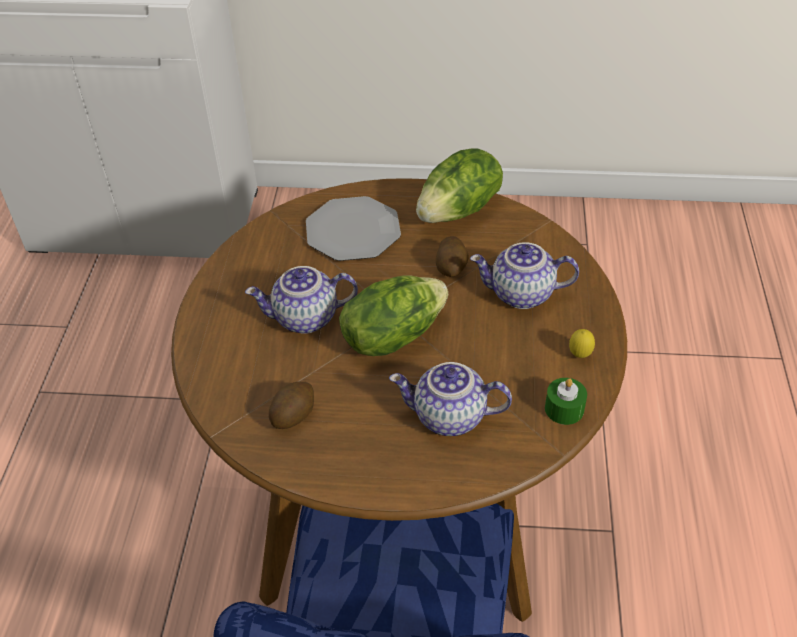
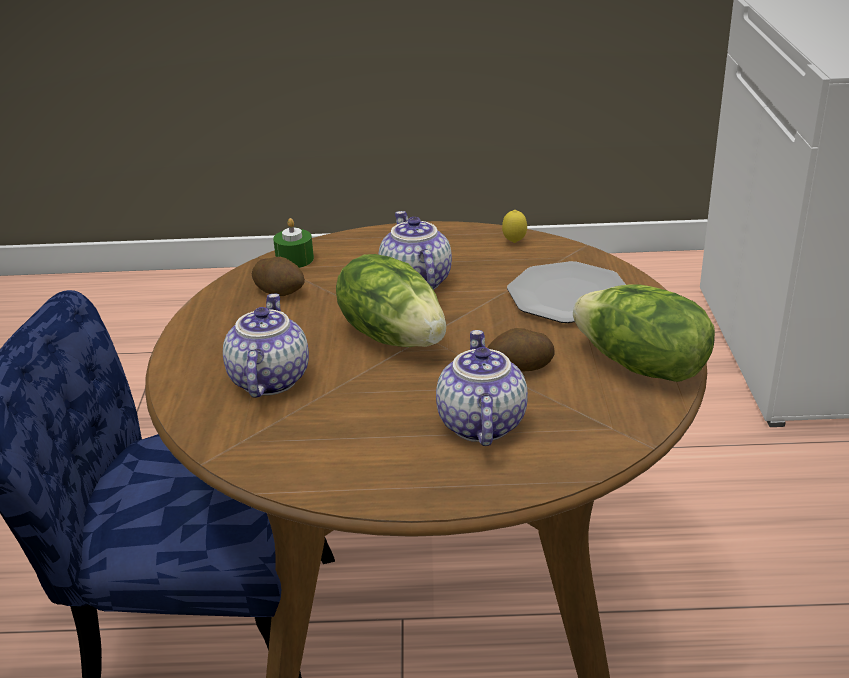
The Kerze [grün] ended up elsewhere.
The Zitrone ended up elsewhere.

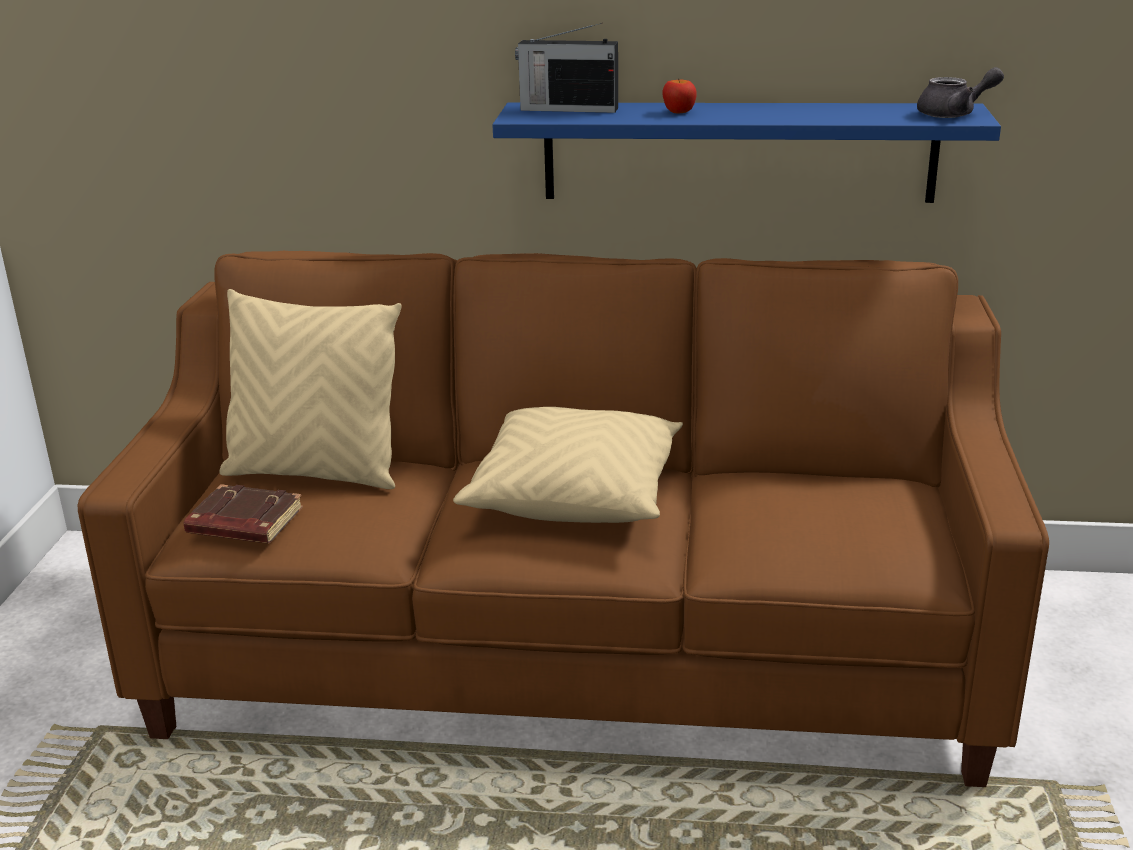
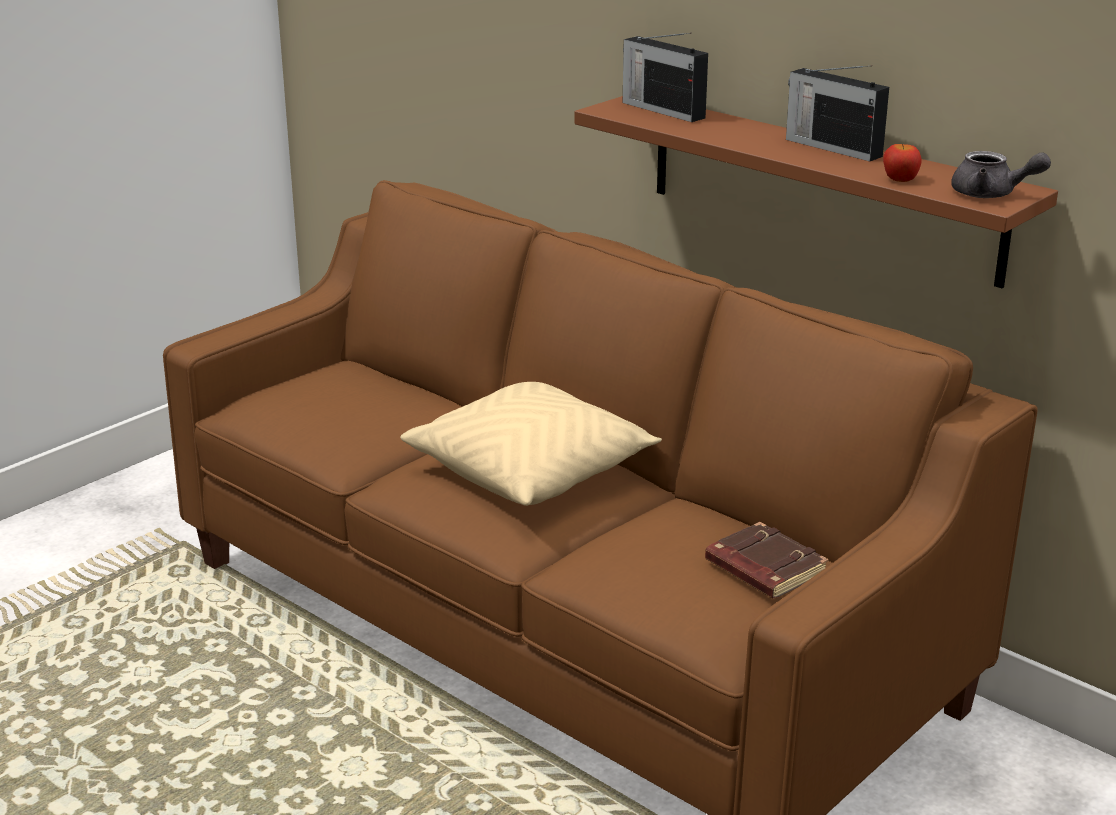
The Buch [braun] ended up elsewhere.
The second view lost the Kissen [beige] (no. 1 from left).
What was the Wandregal [blau] turned into the Wandregal [braun].
The Apfel ended up elsewhere.
The second view gained the Radio (no. 2 from left).

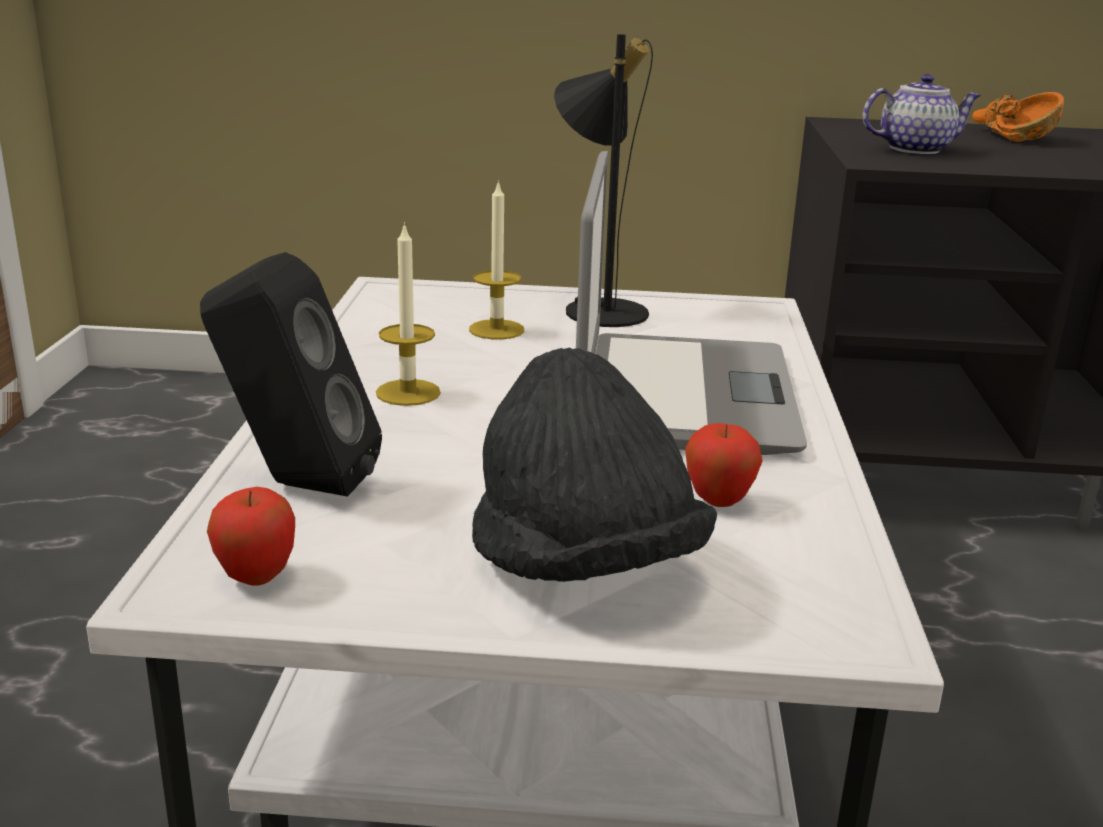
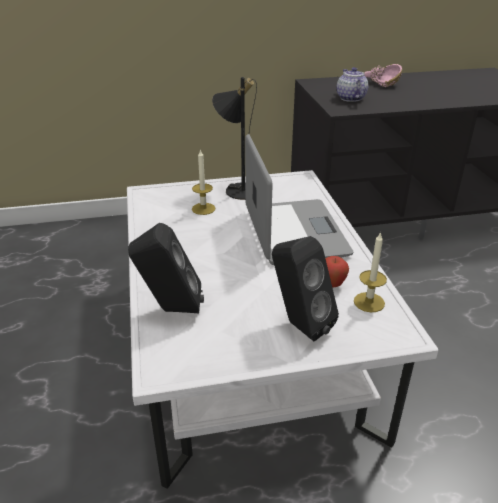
The second view lost the Apfel (no. 1 from left).
The Kerze (no. 1 from left in the first image) ended up elsewhere.
Where the Hut [schwarz] stood, the Lautsprecher [schwarz] (no. 2 from left) came to stand.
The Teekanne ended up facing another way, 75 degrees counterclockwise from before.
What was the Schüssel [orange] turned into the Schüssel [rosa].

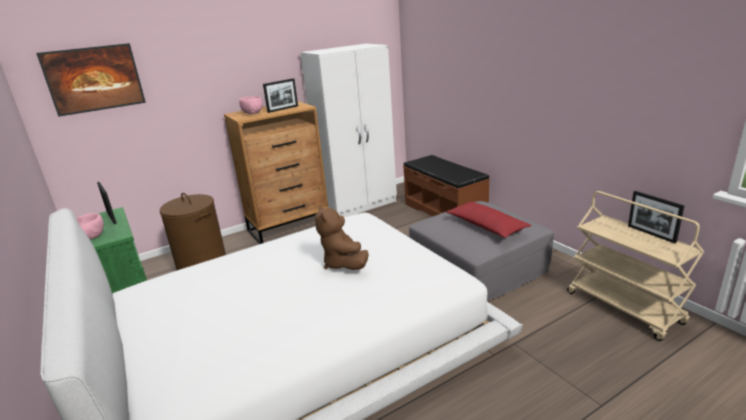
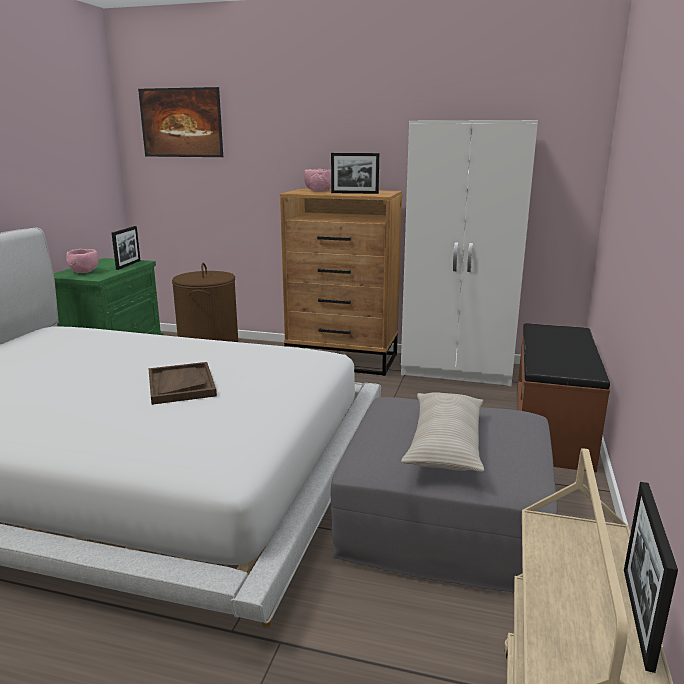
Where the Plüschtier [braun] stood, the Tablett [braun] came to stand.
What was the Kissen [rot] turned into the Kissen [beige].

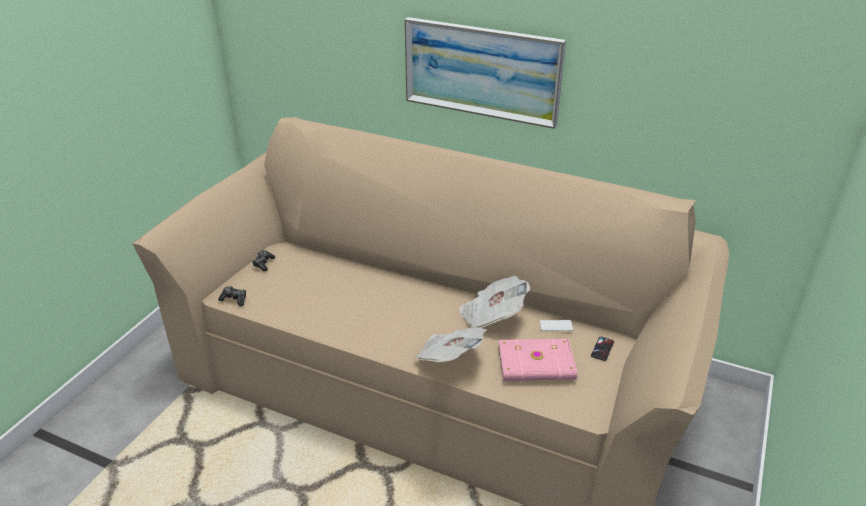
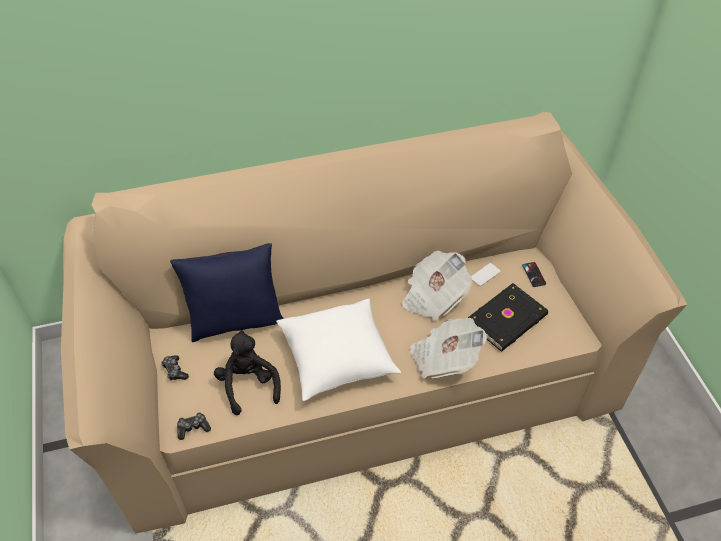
The second view lost the Bild.
What was the Buch [rosa] turned into the Buch [schwarz].
The second view gained the Kissen [blau].
The second view gained the Plüschtier [schwarz].
The second view gained the Kissen [weiß].

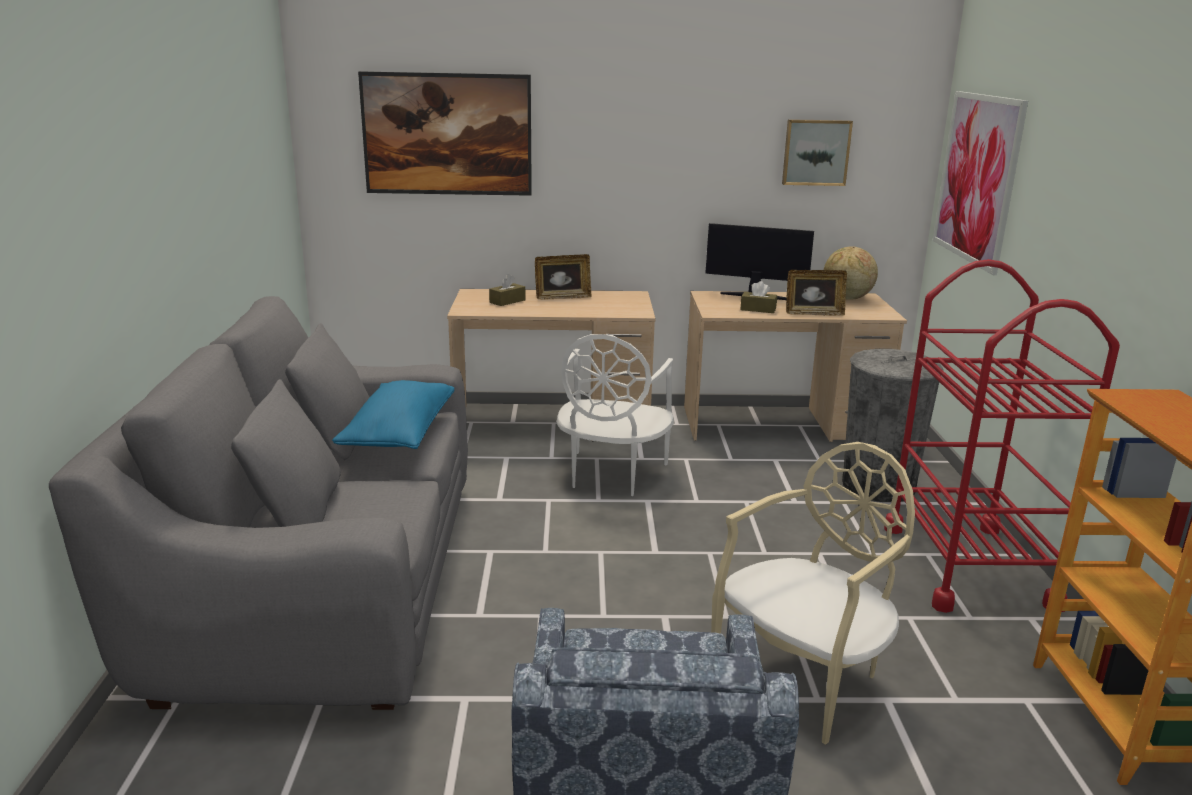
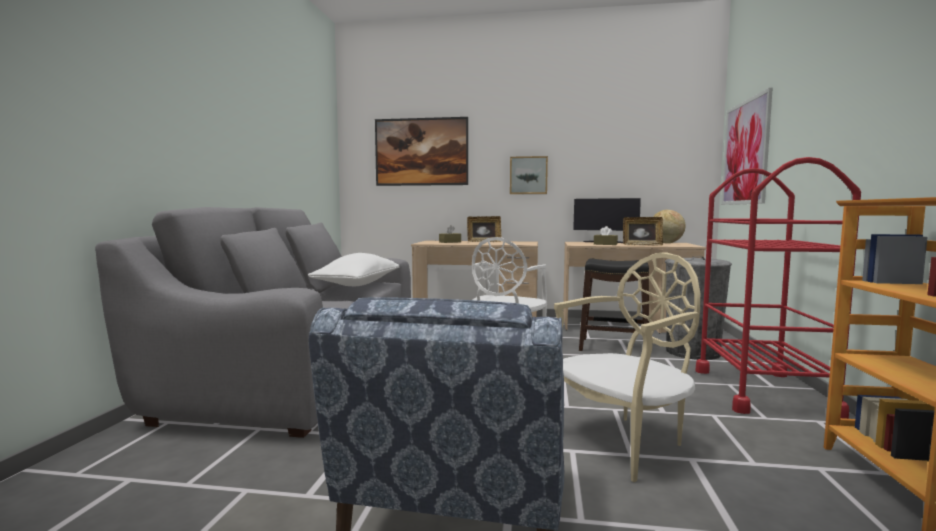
What was the Kissen [blau] turned into the Kissen [weiß].
The Bild (no. 2 from left) ended up elsewhere.
The second view gained the Hocker [schwarz].

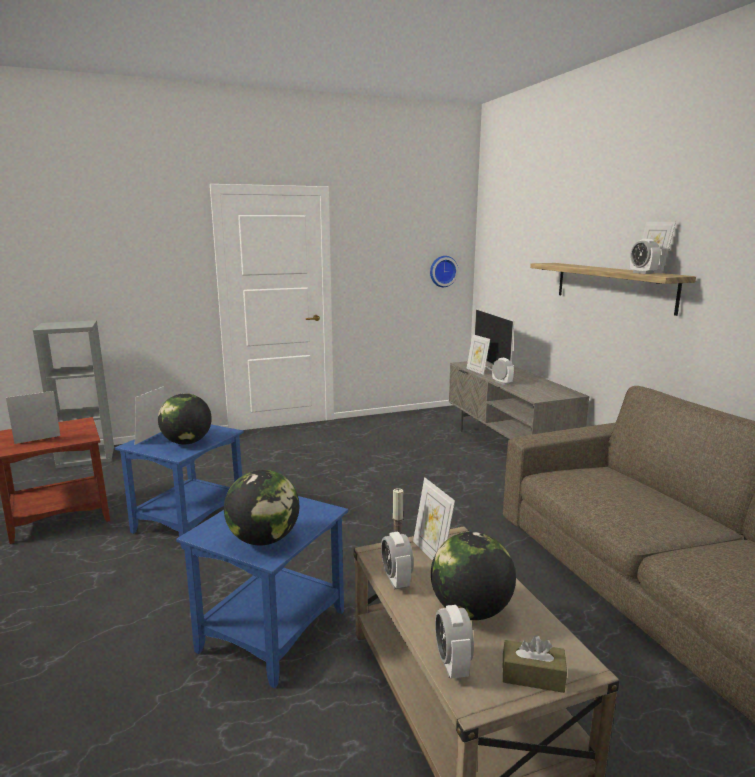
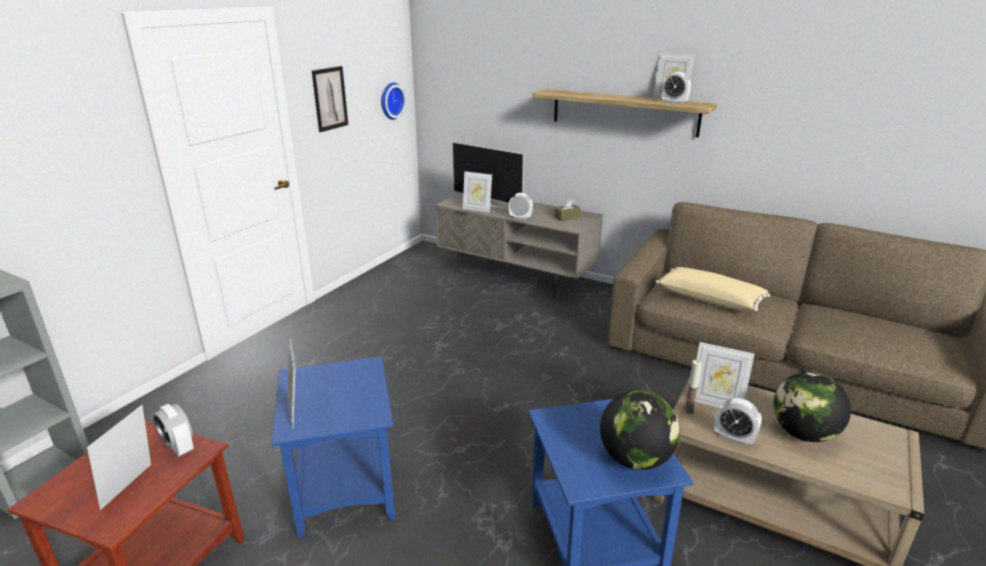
The second view lost the Globus (no. 1 from left).
The Wecker (no. 2 from left in the first image) ended up elsewhere.
The Taschentuchbox [braun] ended up elsewhere.
The second view gained the Bild.
The second view gained the Kissen [beige].

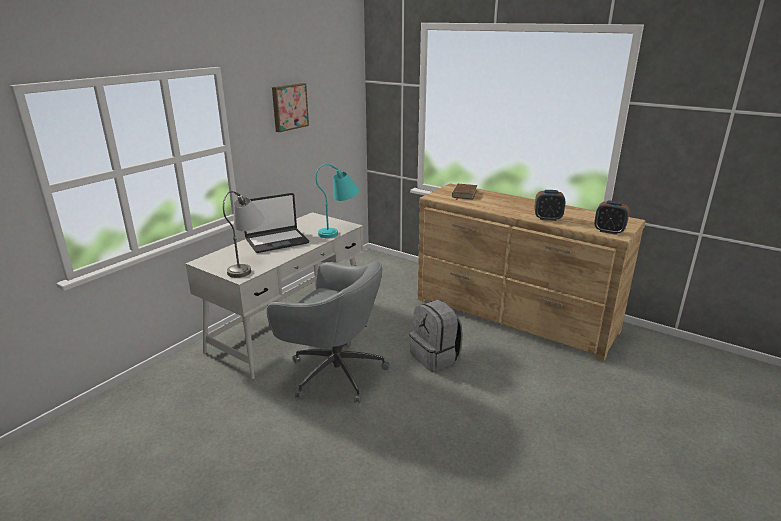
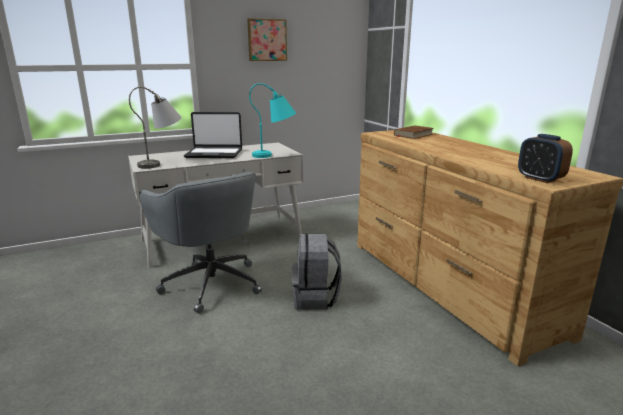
The second view lost the Wecker (no. 1 from left).

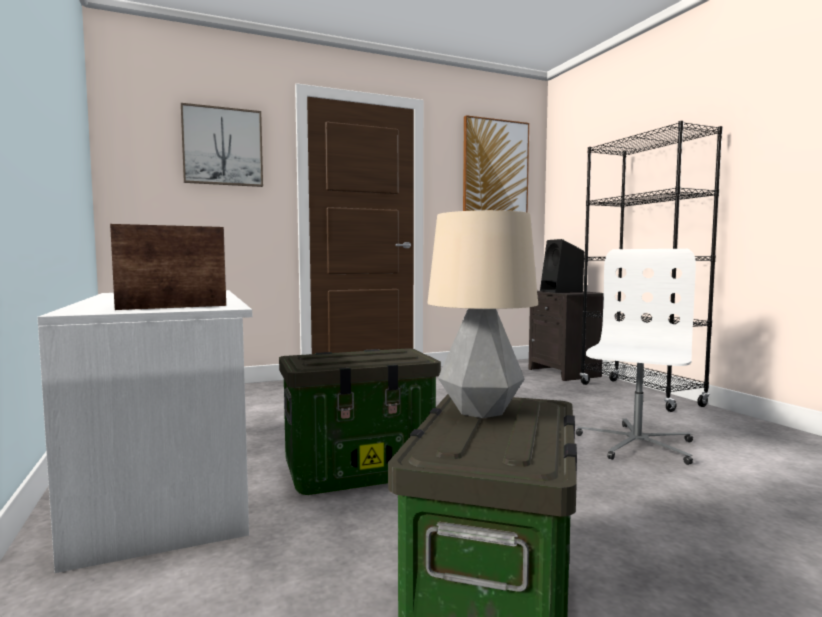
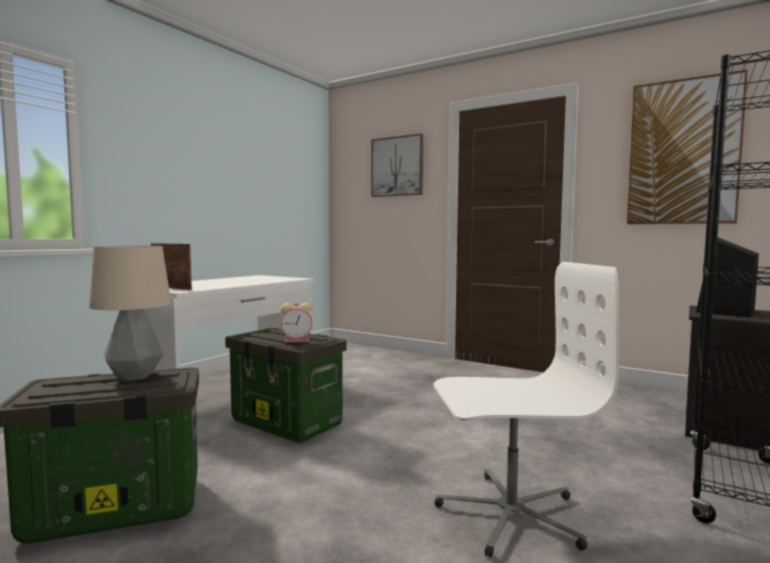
The second view gained the Wecker.

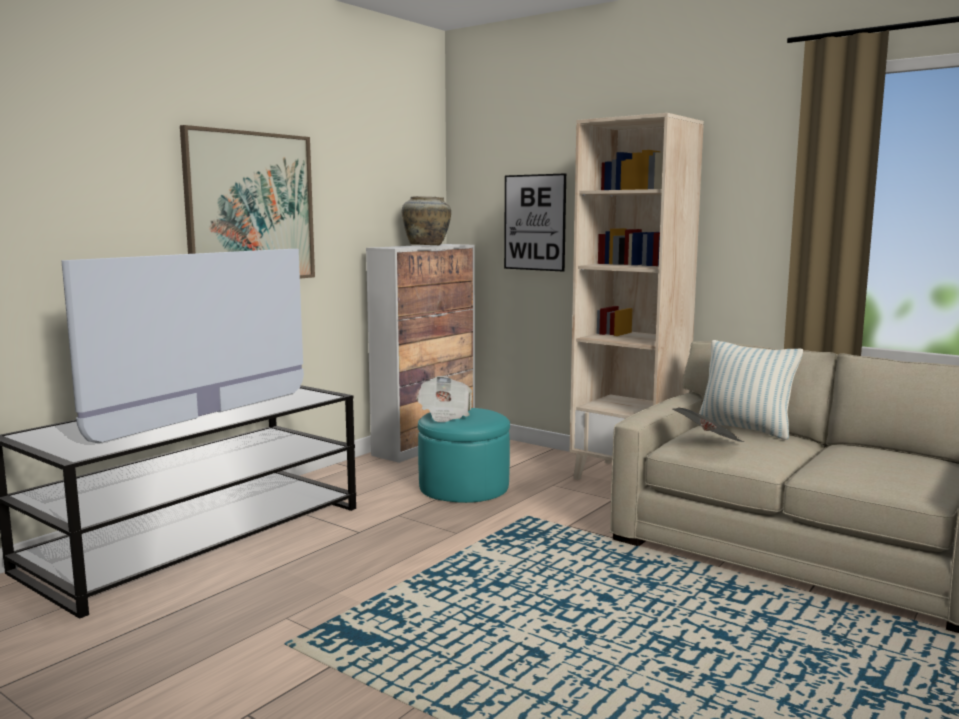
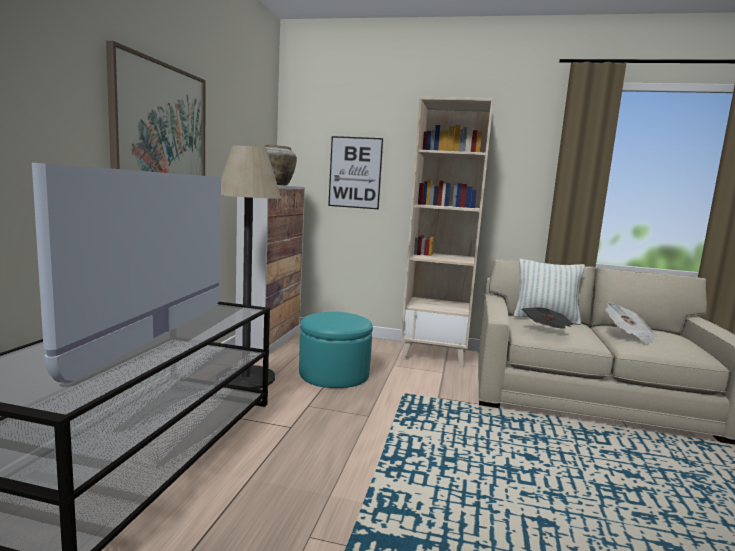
The Zeitung (no. 1 from left in the first image) ended up elsewhere.
The second view gained the Stehlampe.

